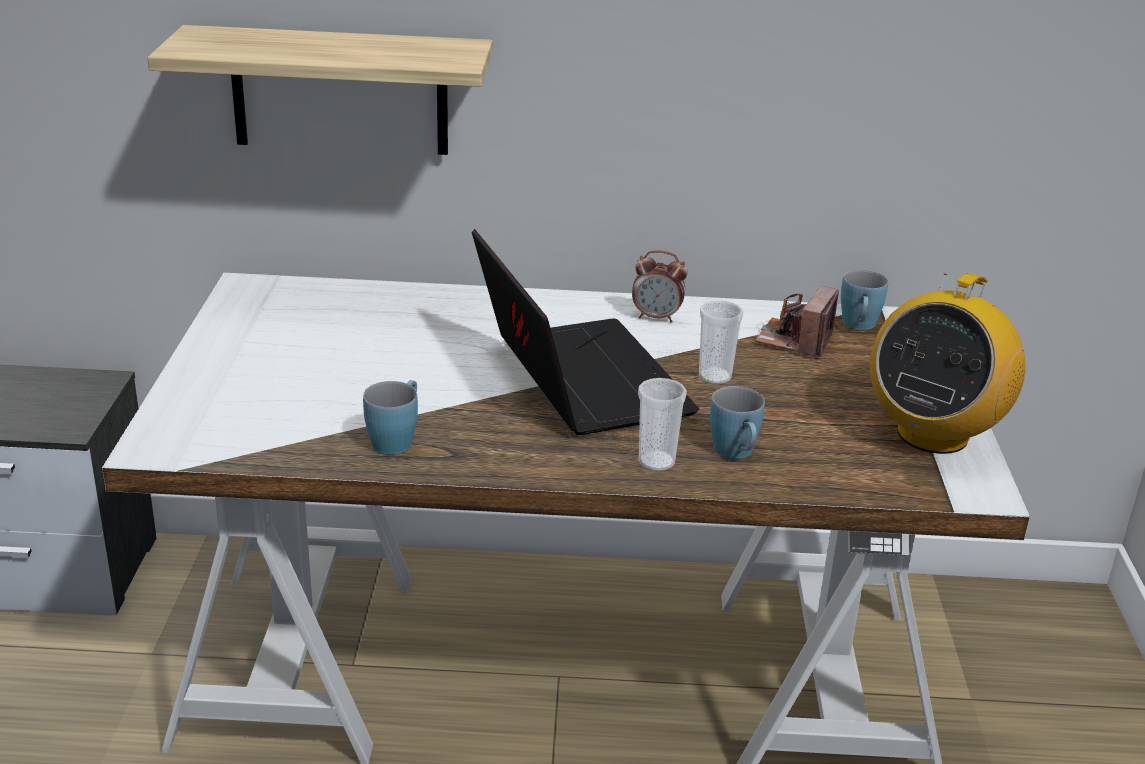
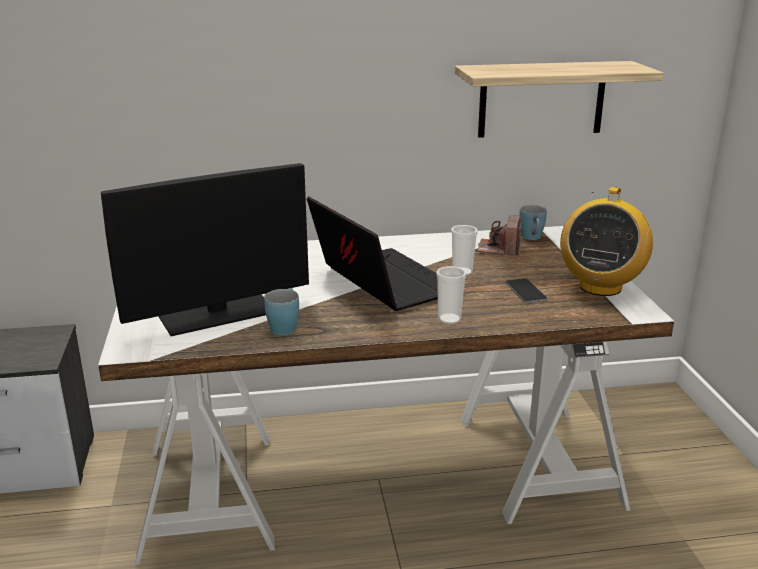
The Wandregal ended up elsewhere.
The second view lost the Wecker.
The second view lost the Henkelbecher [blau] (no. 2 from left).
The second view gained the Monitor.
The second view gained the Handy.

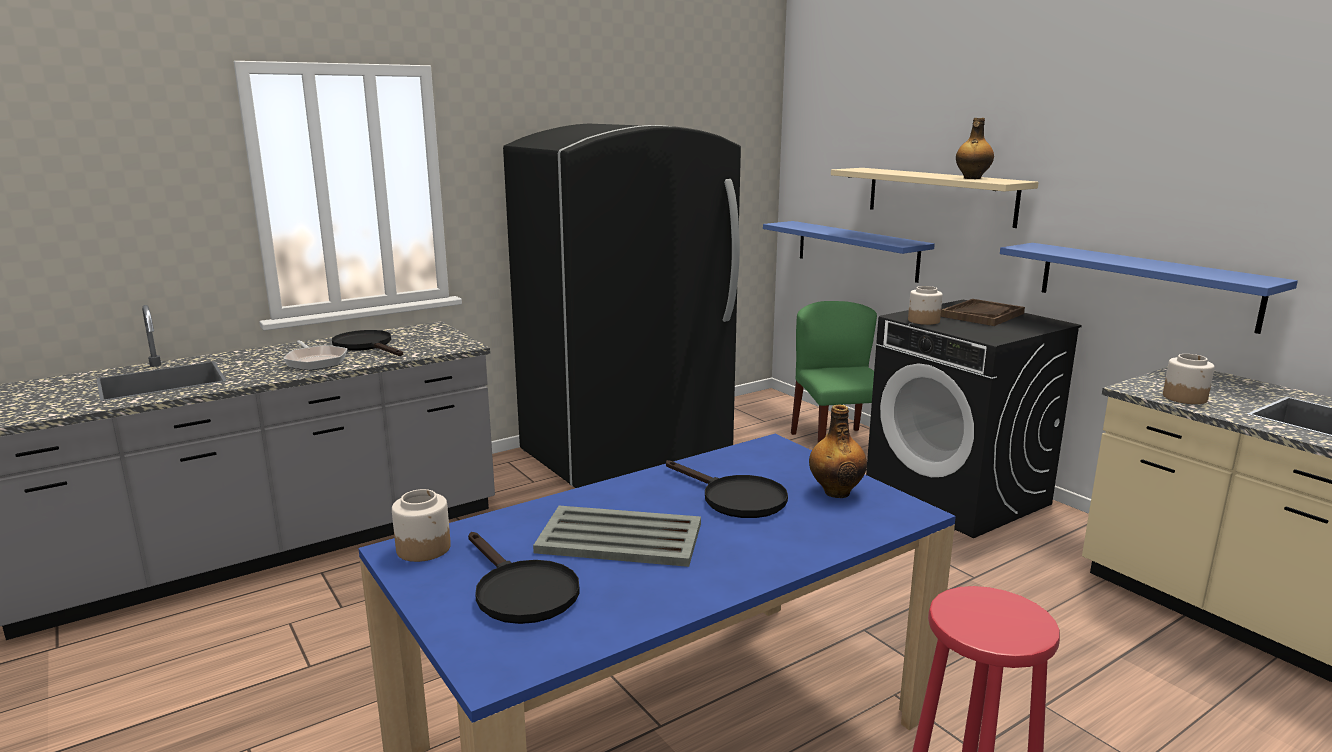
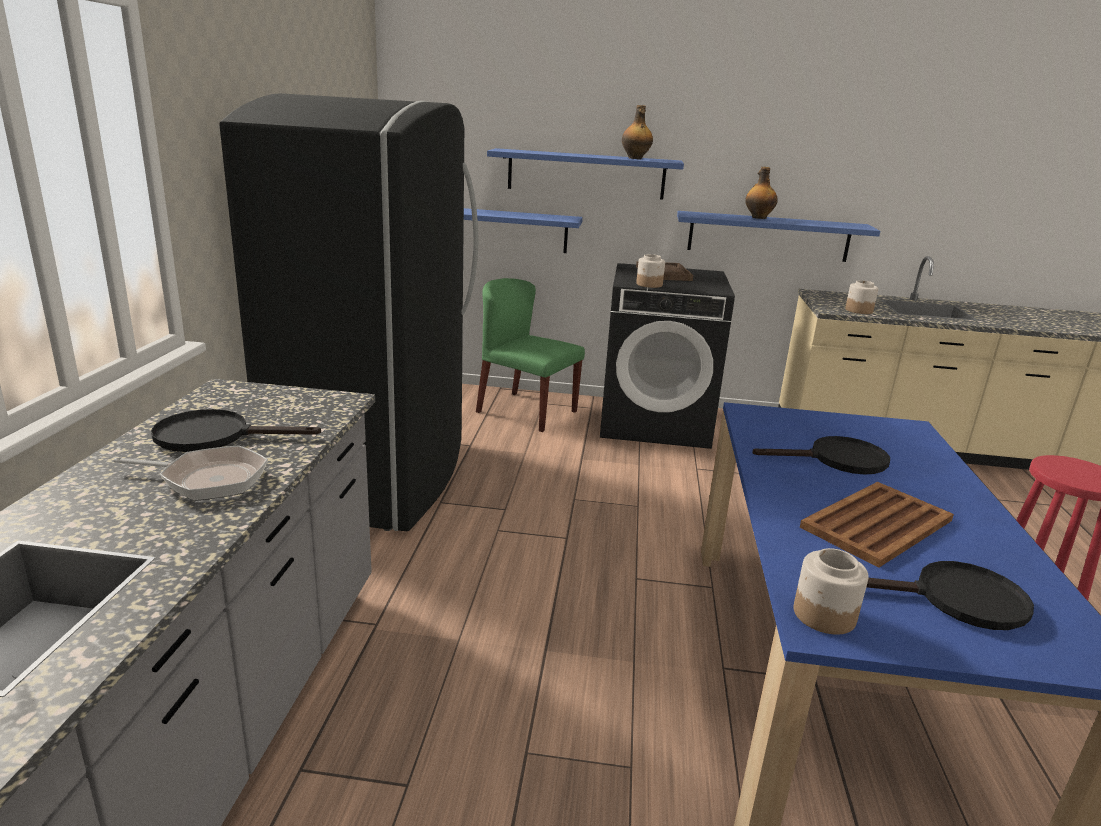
What was the Tablett [grau] turned into the Tablett [braun] (no. 2 from left).
The Flasche (no. 1 from left in the first image) ended up elsewhere.
What was the Wandregal [beige] turned into the Wandregal [blau] (no. 2 from left).

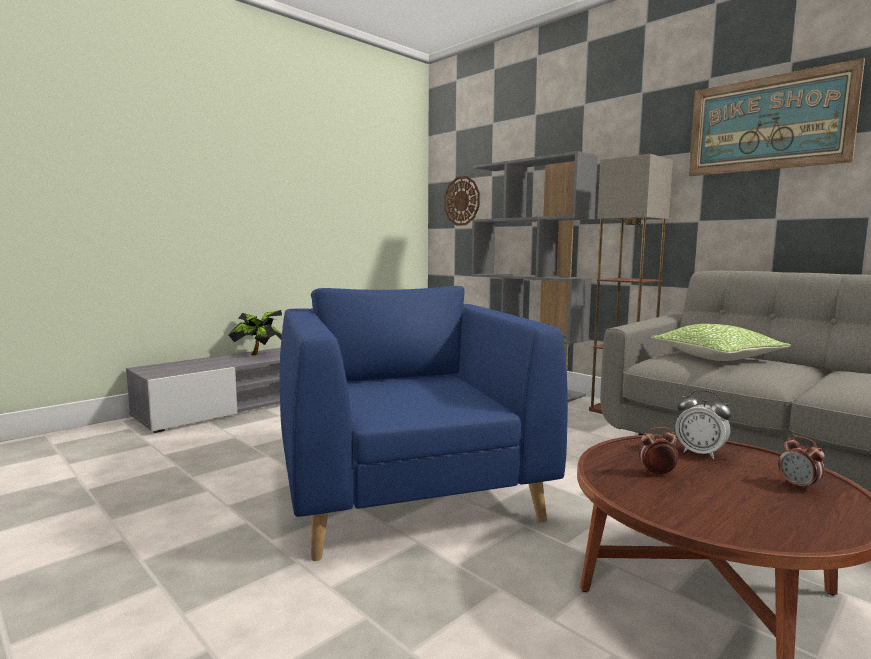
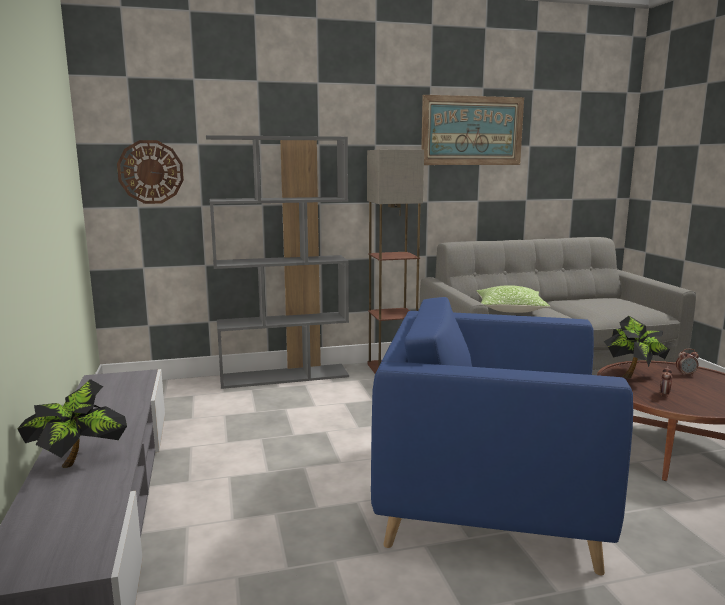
Where the Wecker (no. 2 from left) stood, the Topfpflanze (no. 2 from left) came to stand.

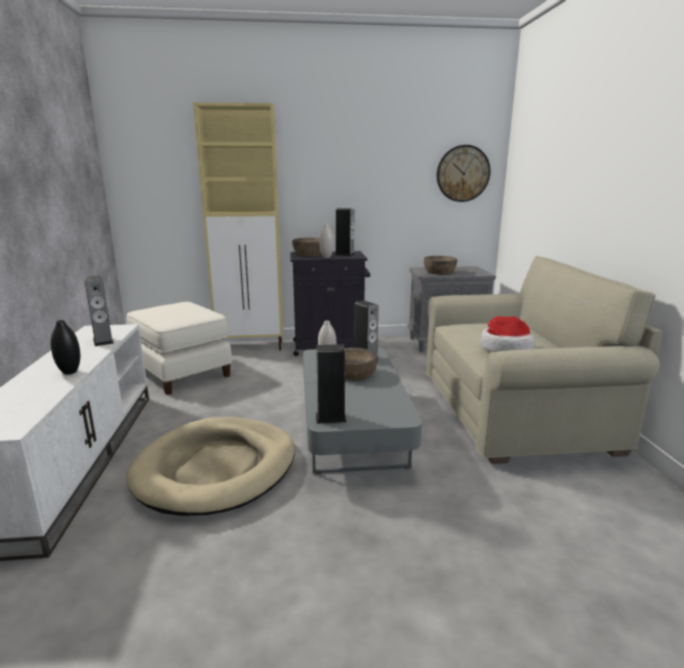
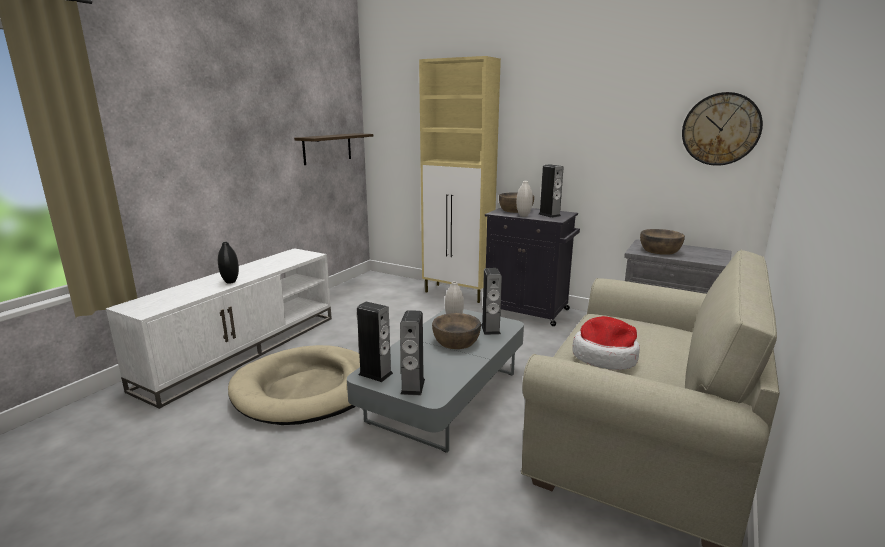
The Lautsprecher (no. 1 from left in the first image) ended up elsewhere.
The second view lost the Polsterhocker [weiß].
The second view gained the Wandregal.

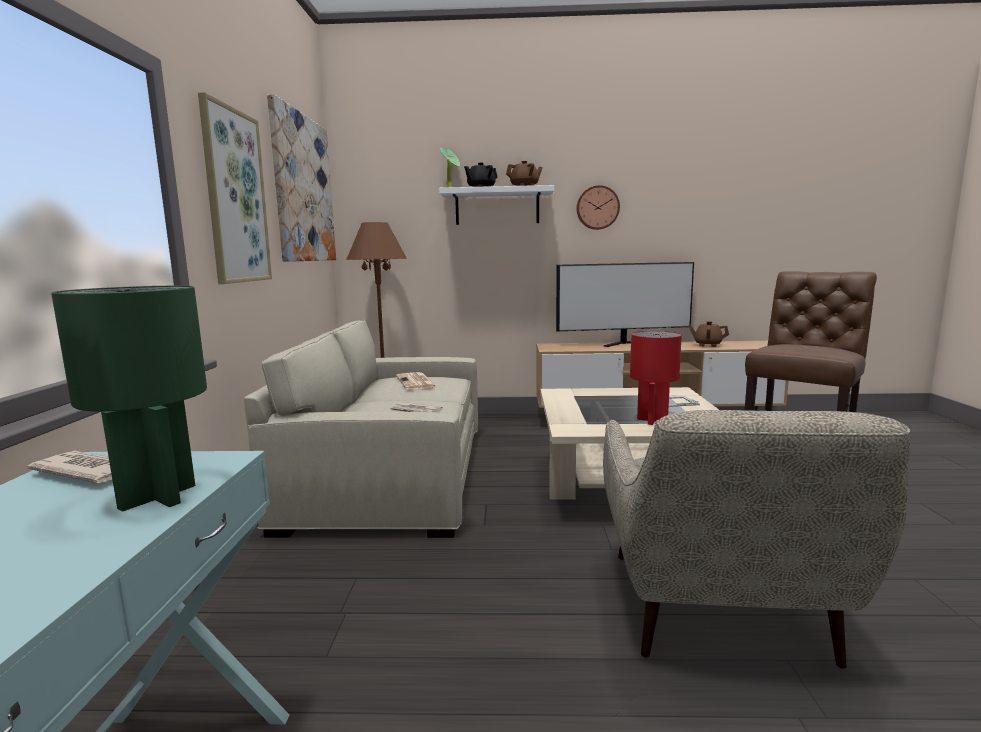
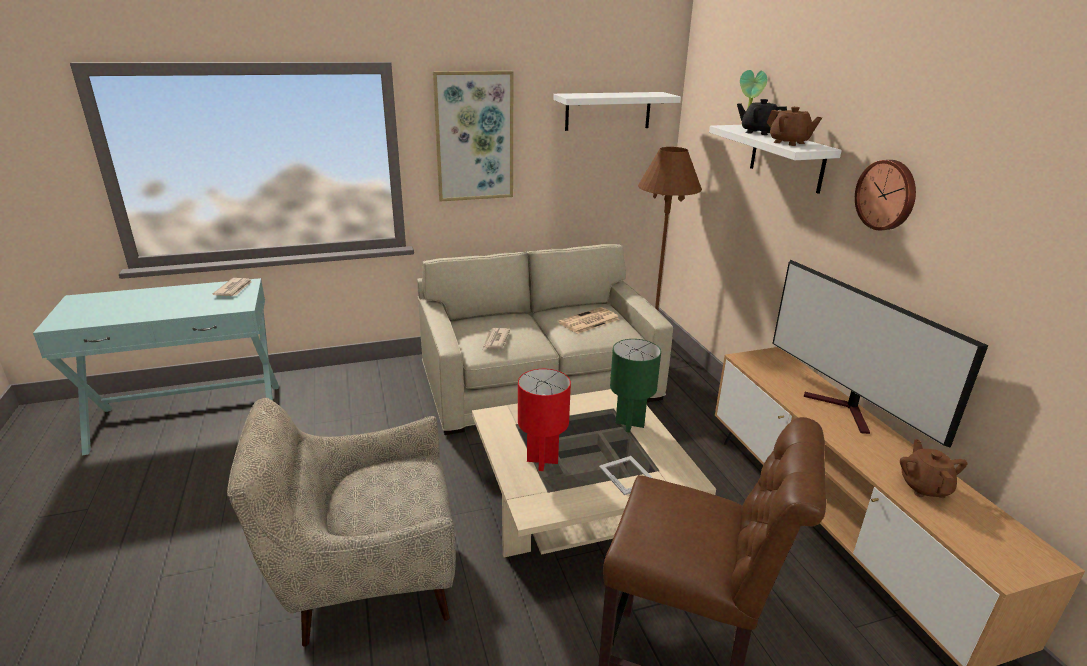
The Tischlampe [grün] ended up elsewhere.
Where the Bild (no. 2 from left) hung, the Wandregal [weiß] (no. 1 from left) came to hang.

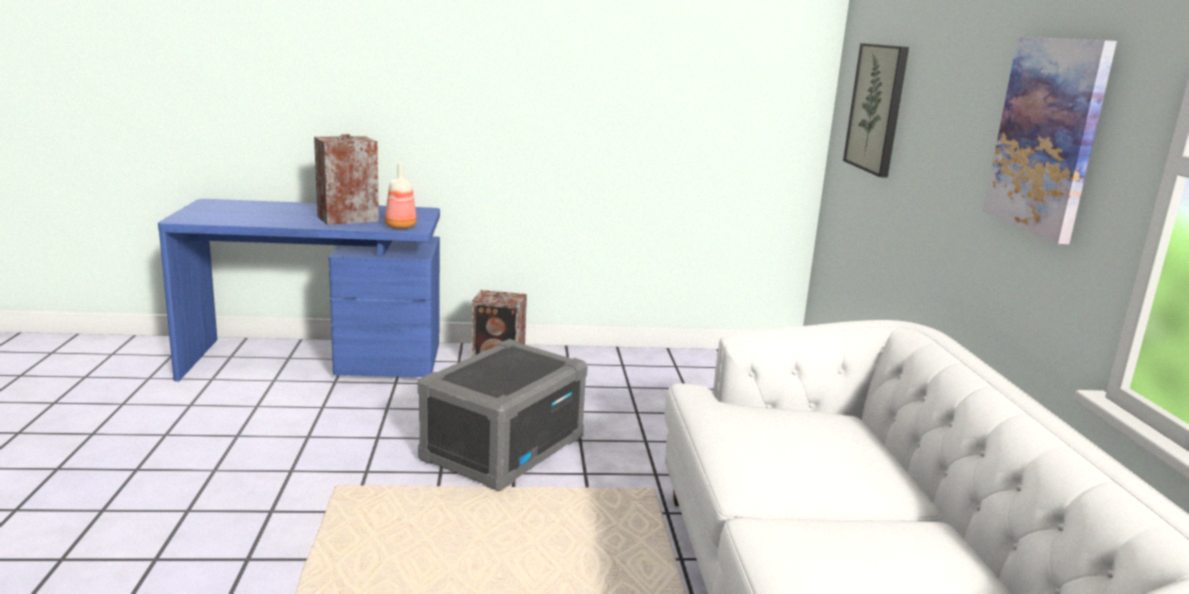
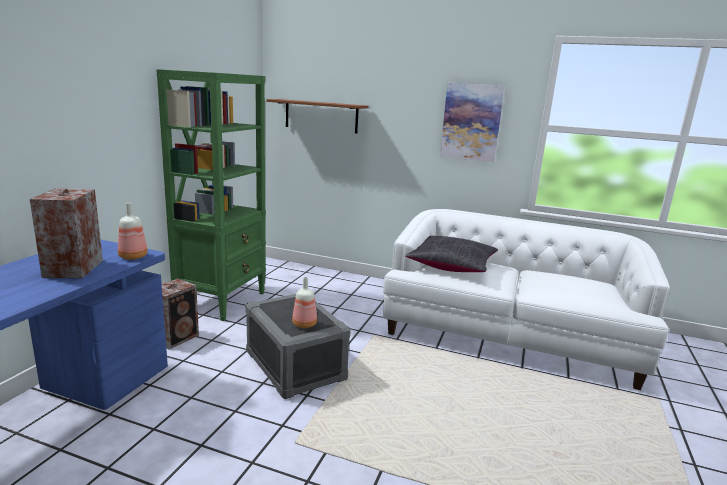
Where the Bild (no. 1 from left) hung, the Wandregal [braun] came to hang.
The second view gained the Bücherregal [grün].
The second view gained the Flasche (no. 2 from left).
The second view gained the Kissen [schwarz].

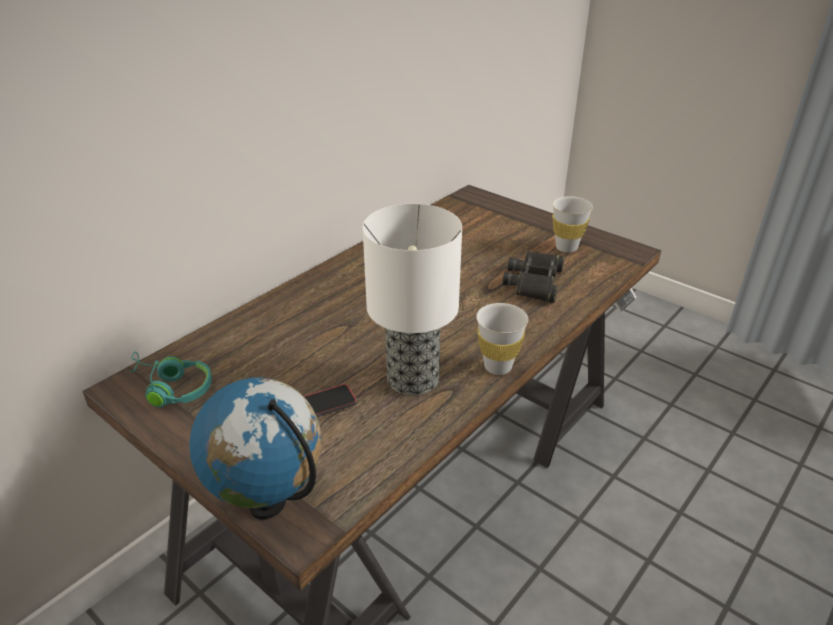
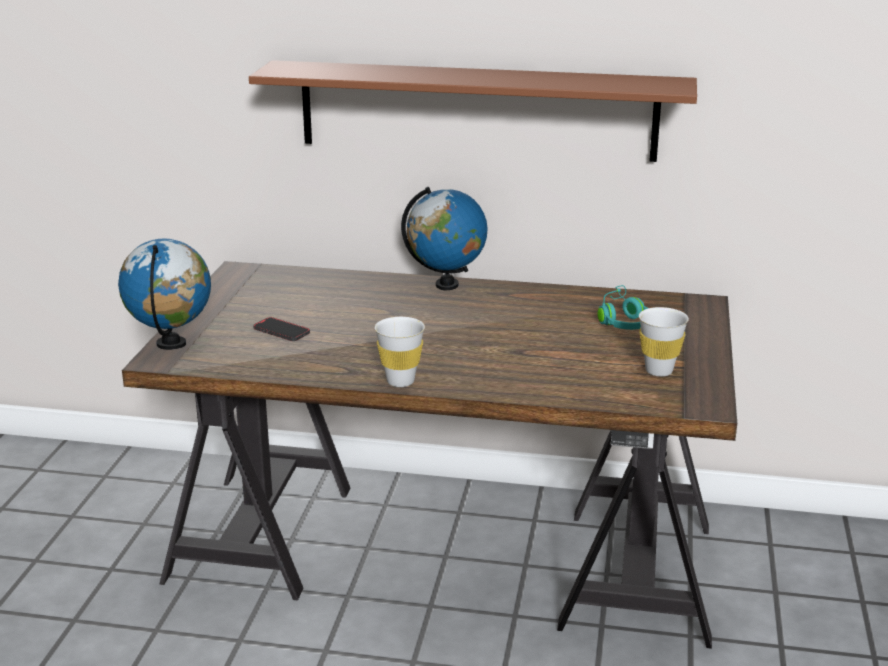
The Kopfhörer [türkis] ended up elsewhere.
The second view lost the Tischlampe.
The second view lost the Fernglas [schwarz].
The second view gained the Wandregal [braun].
The second view gained the Globus (no. 2 from left).

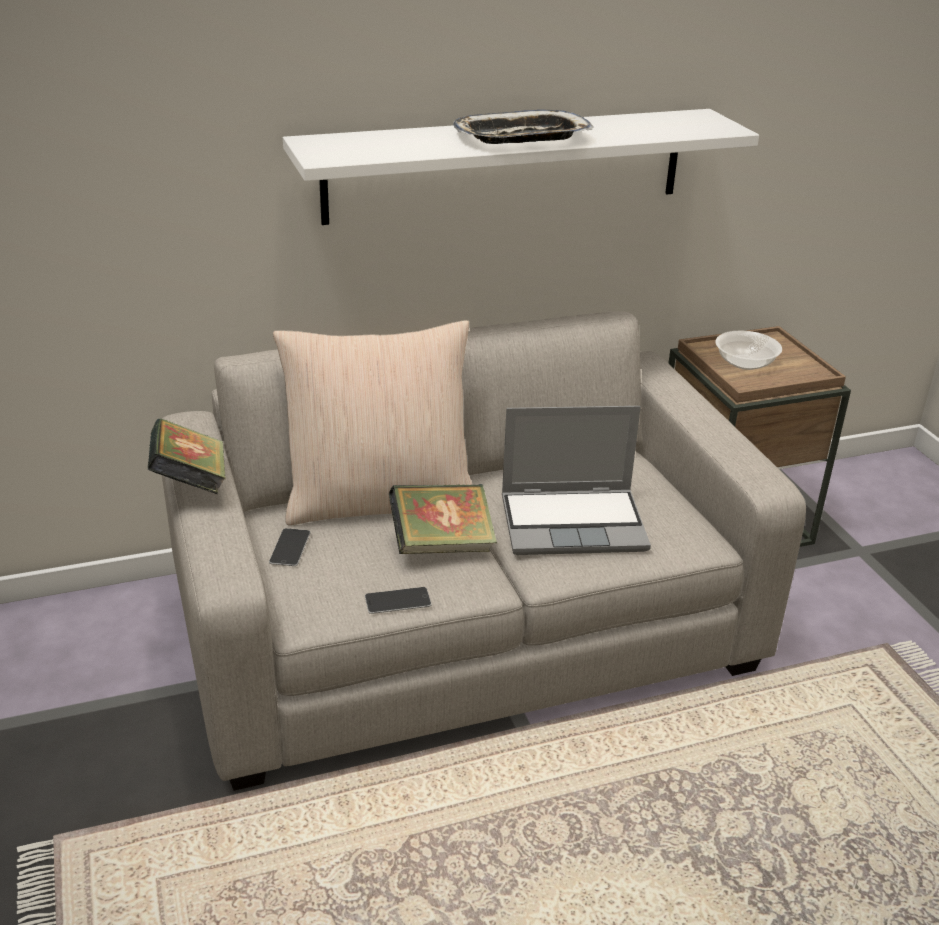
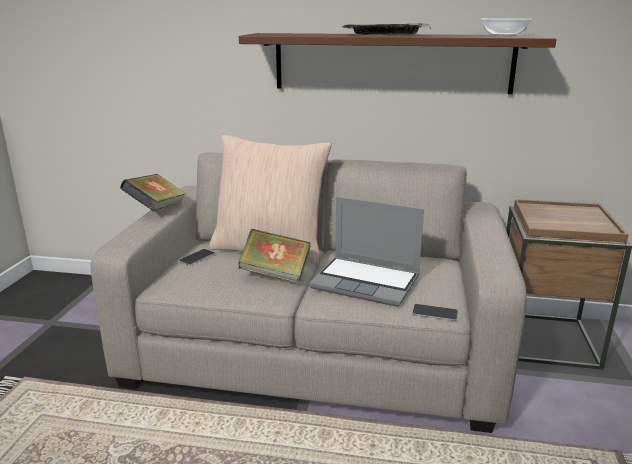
What was the Wandregal [weiß] turned into the Wandregal [braun].
The Handy (no. 2 from left) ended up elsewhere.
The Schüssel ended up elsewhere.

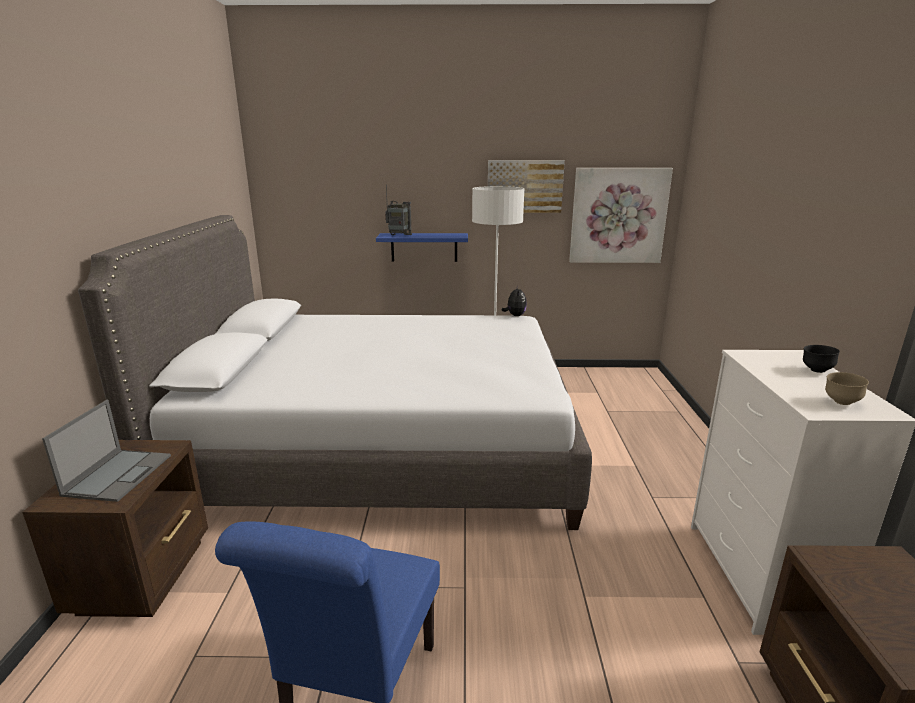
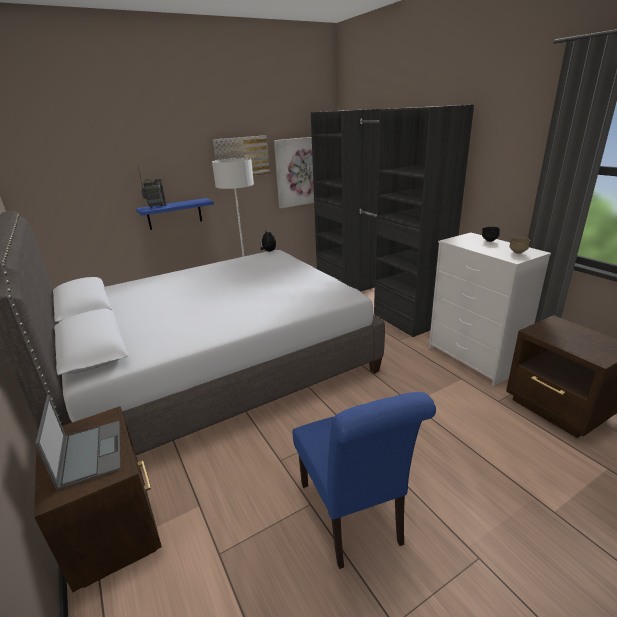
The second view gained the Kleiderschrank [schwarz].

